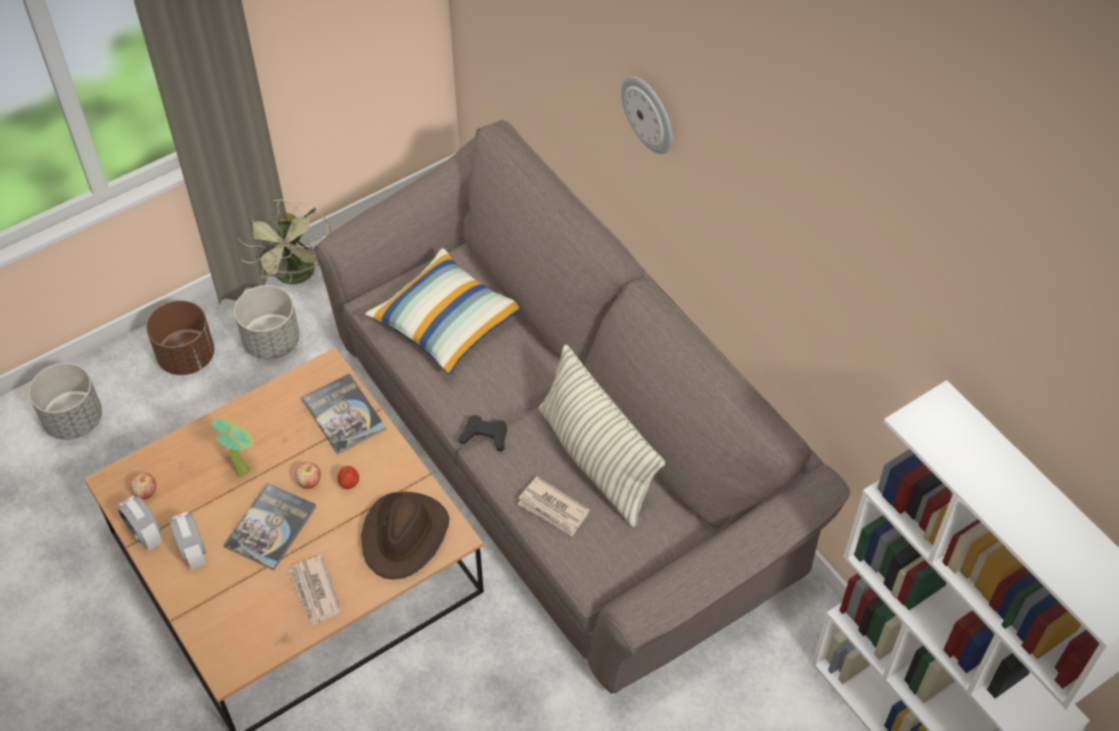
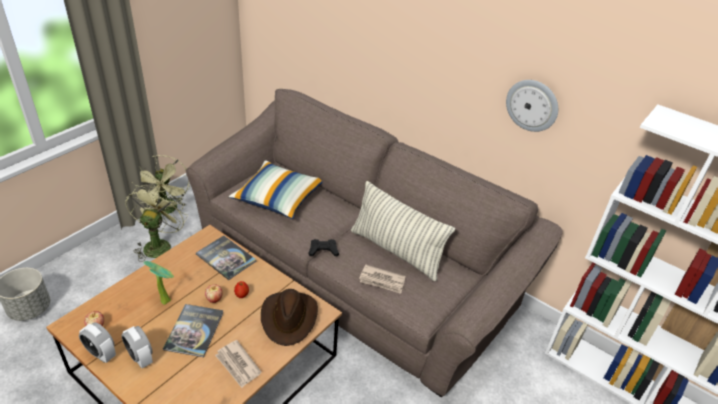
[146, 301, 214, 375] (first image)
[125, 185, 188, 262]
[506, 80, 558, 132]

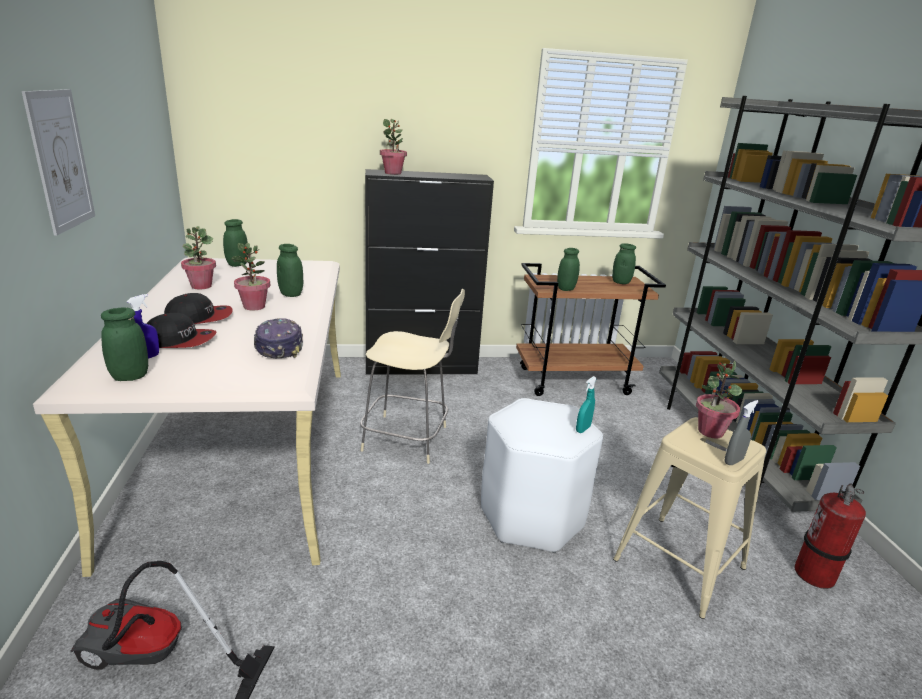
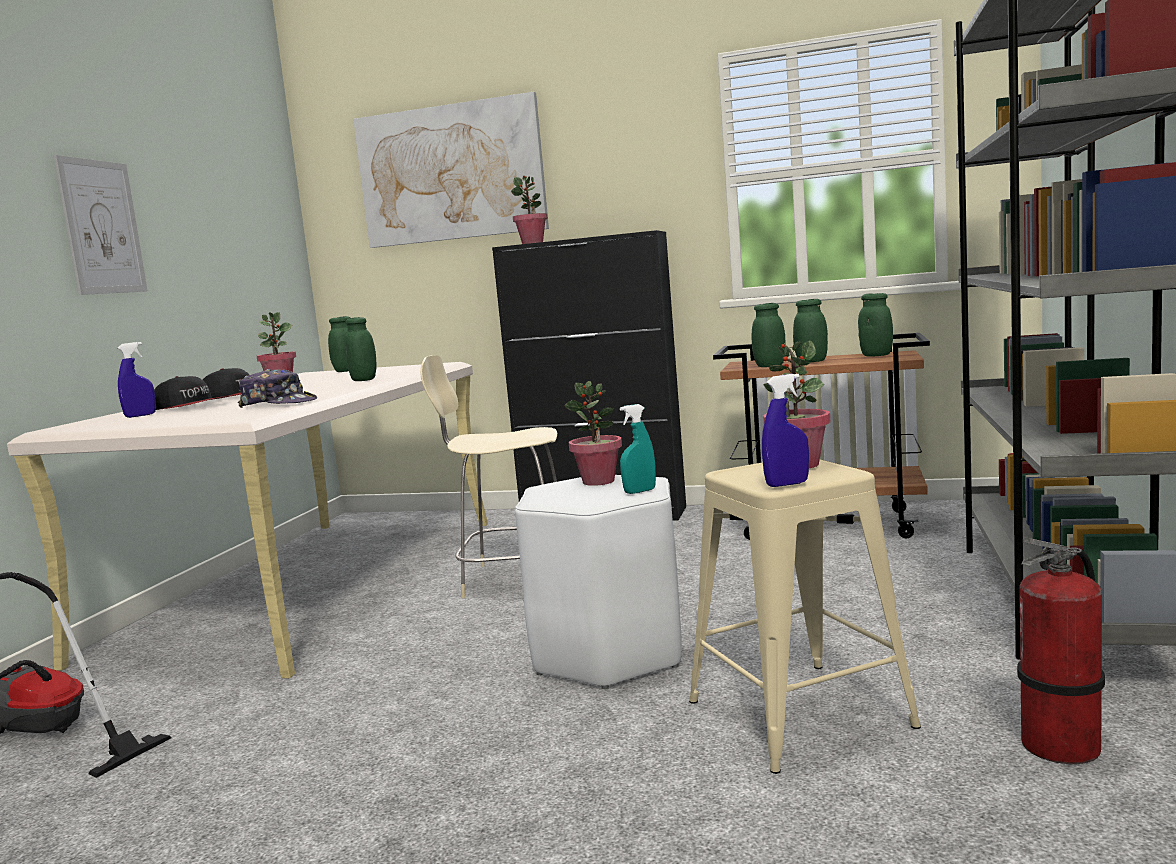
[793, 299, 828, 362]
[564, 381, 622, 486]
[238, 369, 317, 408]
[420, 355, 557, 598]
[762, 374, 809, 487]
[353, 92, 549, 248]

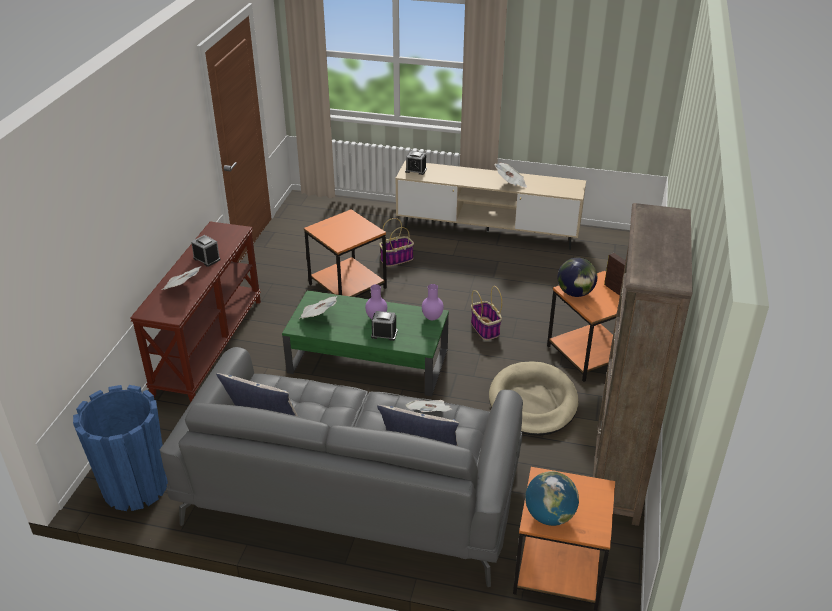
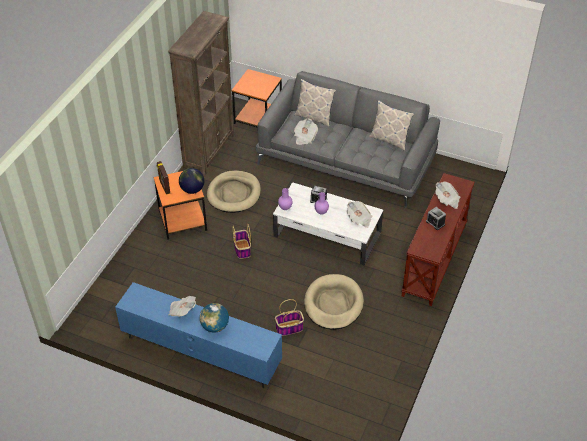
[73, 385, 168, 511] (first image)
[273, 182, 383, 266]
[304, 274, 364, 330]
[115, 282, 282, 388]
[405, 151, 427, 175] (first image)
[200, 303, 229, 333]

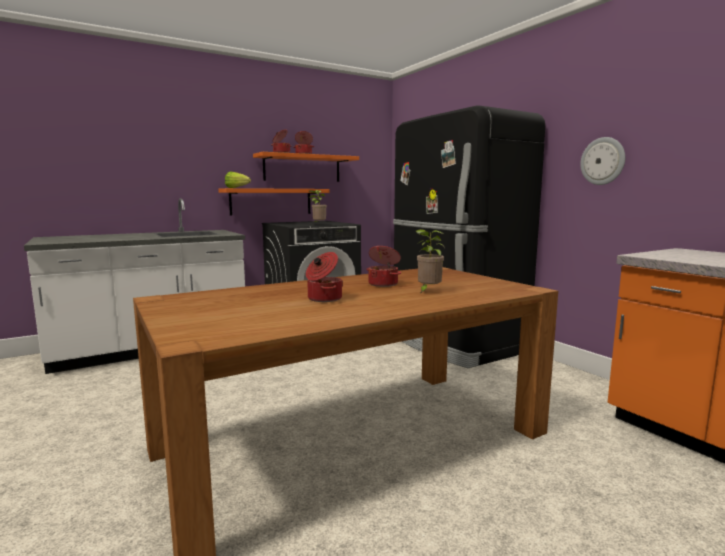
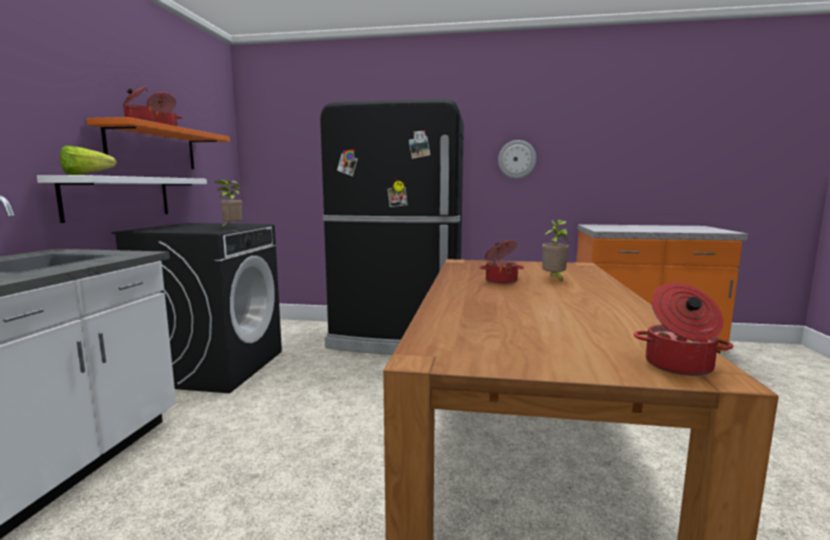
[37, 175, 207, 223]
[634, 283, 733, 376]

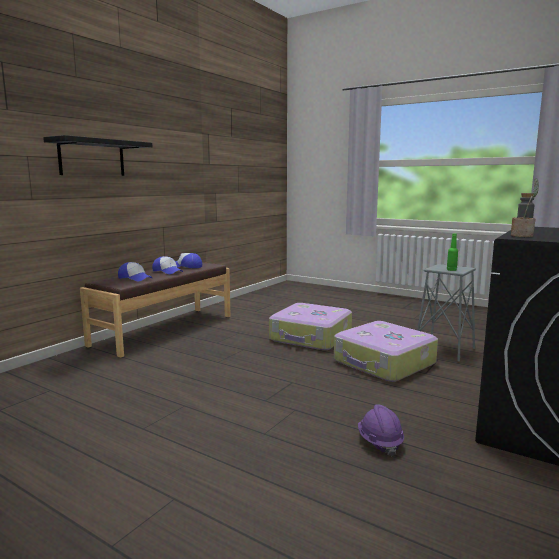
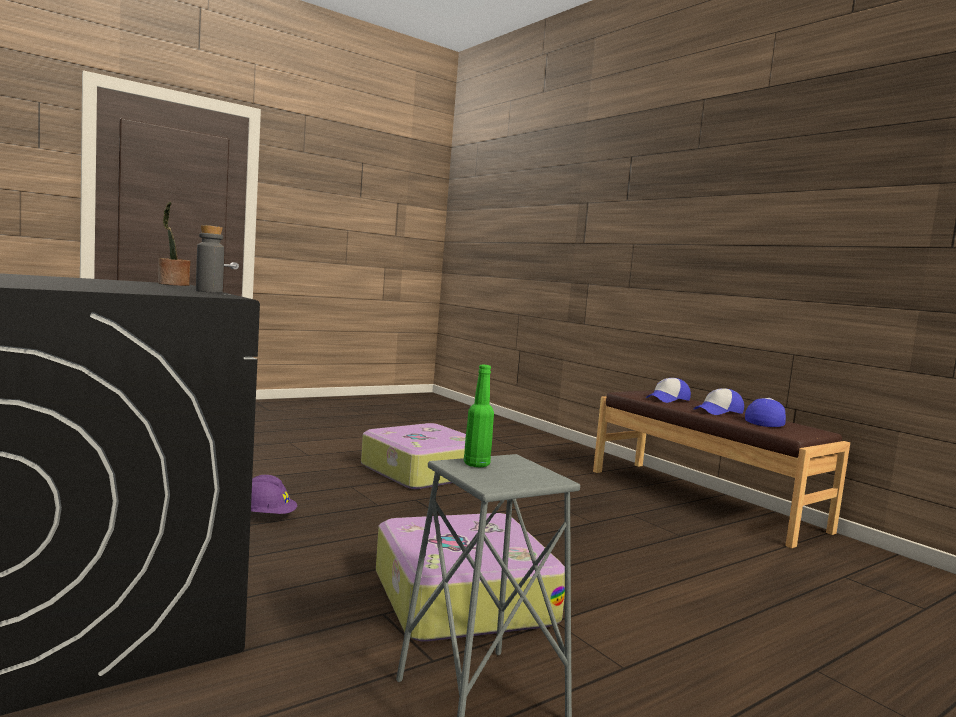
[43, 135, 153, 176] (first image)
[361, 423, 466, 489]

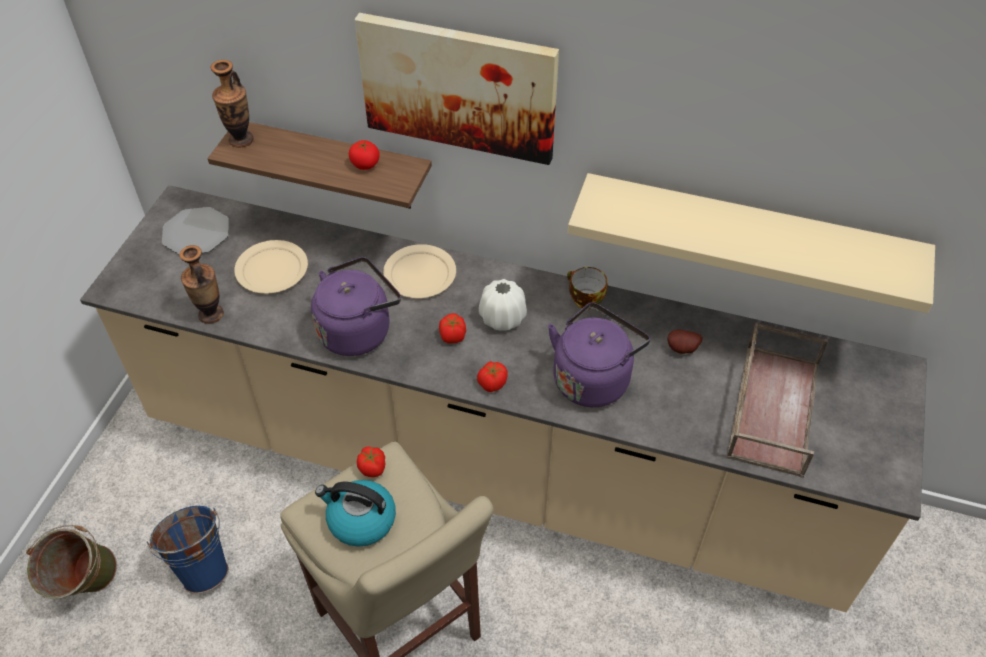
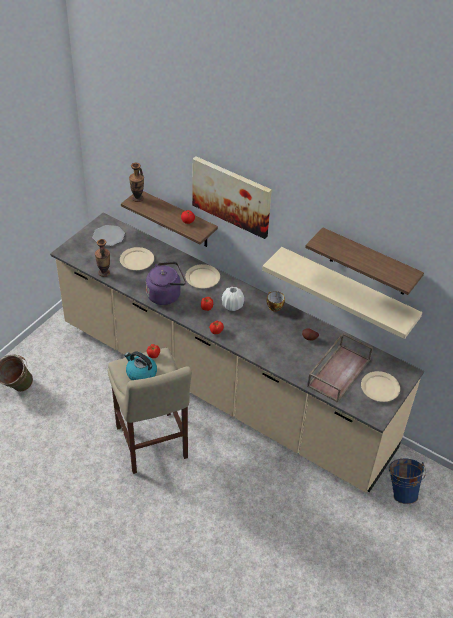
[389, 459, 426, 504]
[548, 302, 650, 407] (first image)
[305, 227, 424, 295]
[361, 371, 400, 402]

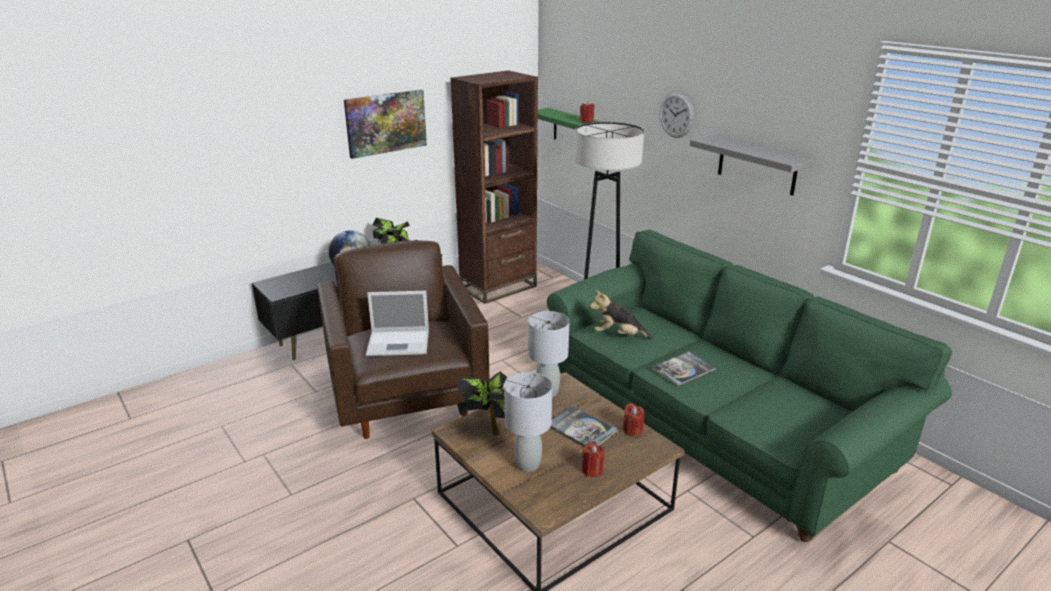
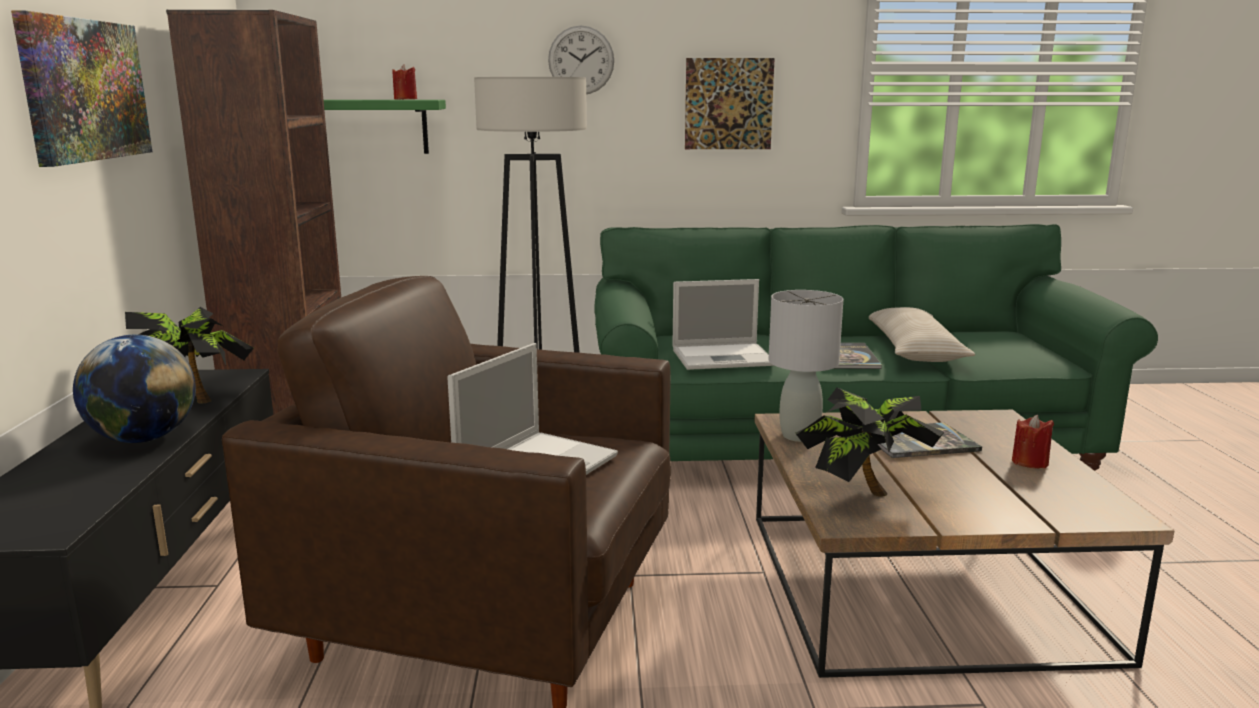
[504, 372, 552, 472] (first image)
[672, 279, 774, 370]
[623, 403, 645, 436] (first image)
[685, 58, 775, 149]
[869, 307, 975, 362]

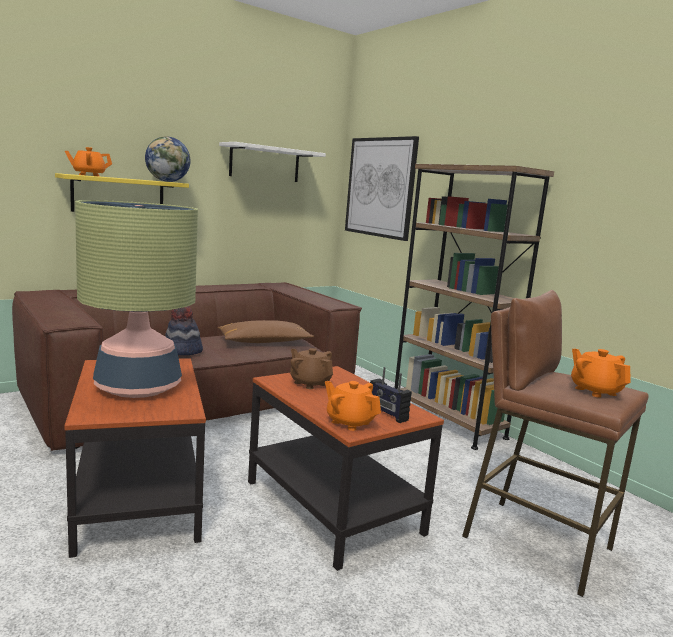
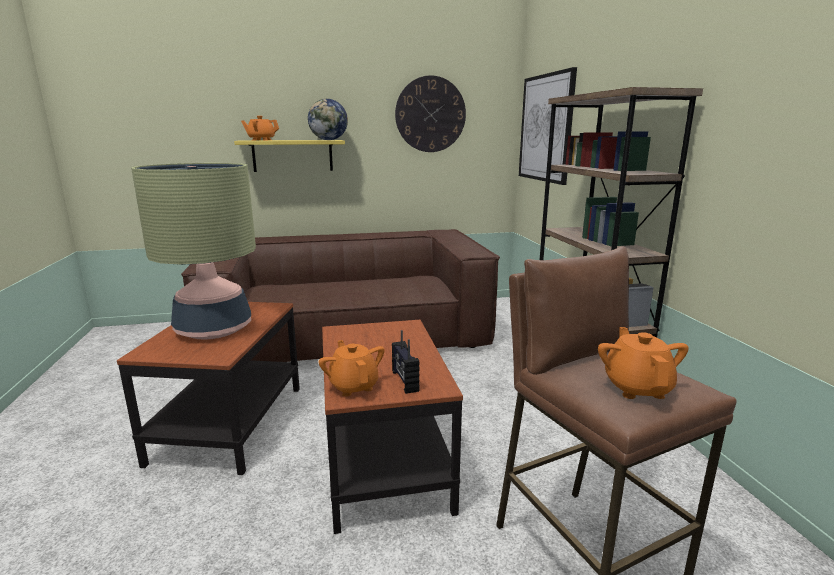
[165, 306, 203, 355] (first image)
[218, 320, 314, 343] (first image)
[395, 75, 466, 152]
[290, 348, 333, 389] (first image)

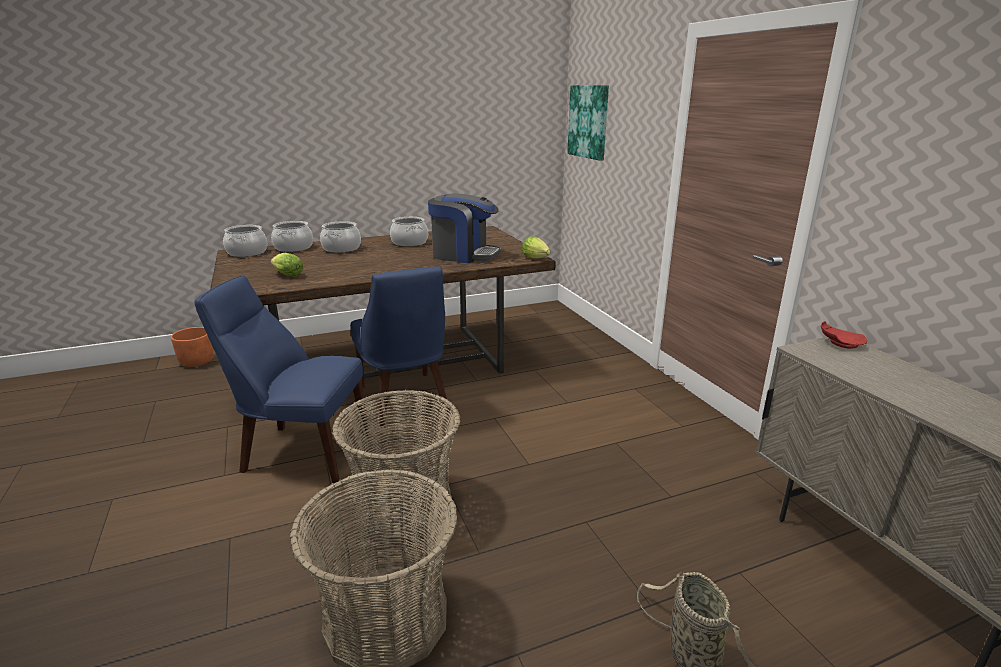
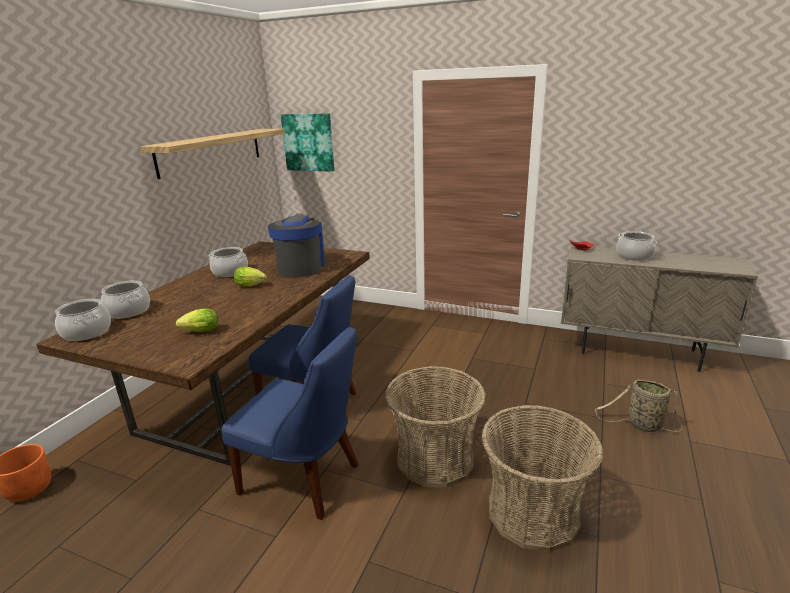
[221, 327, 359, 520]
[616, 231, 657, 261]
[268, 214, 325, 277]
[234, 267, 267, 287]
[140, 129, 285, 179]

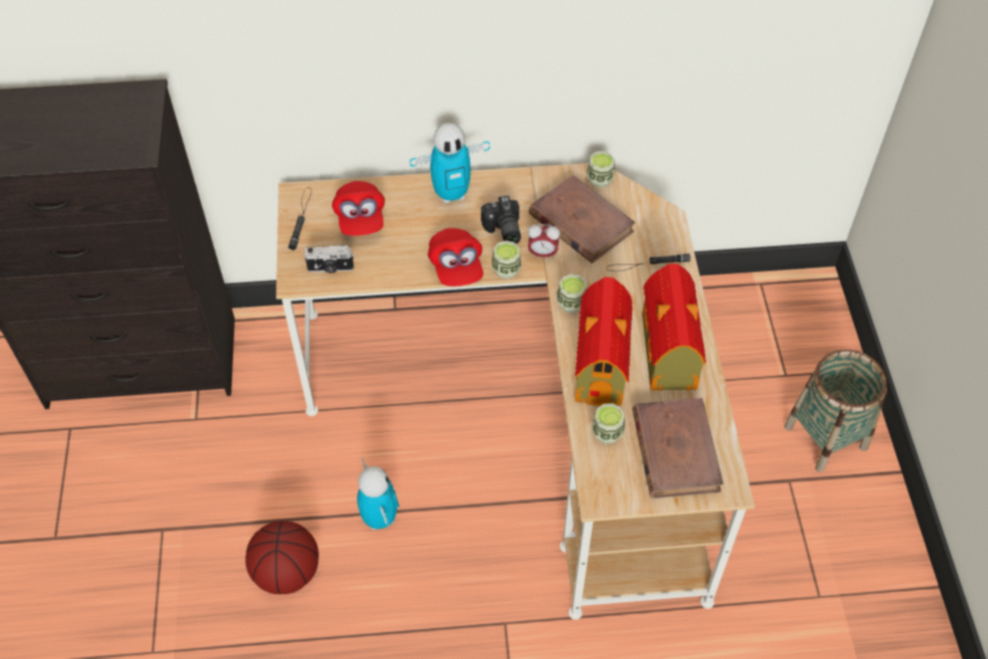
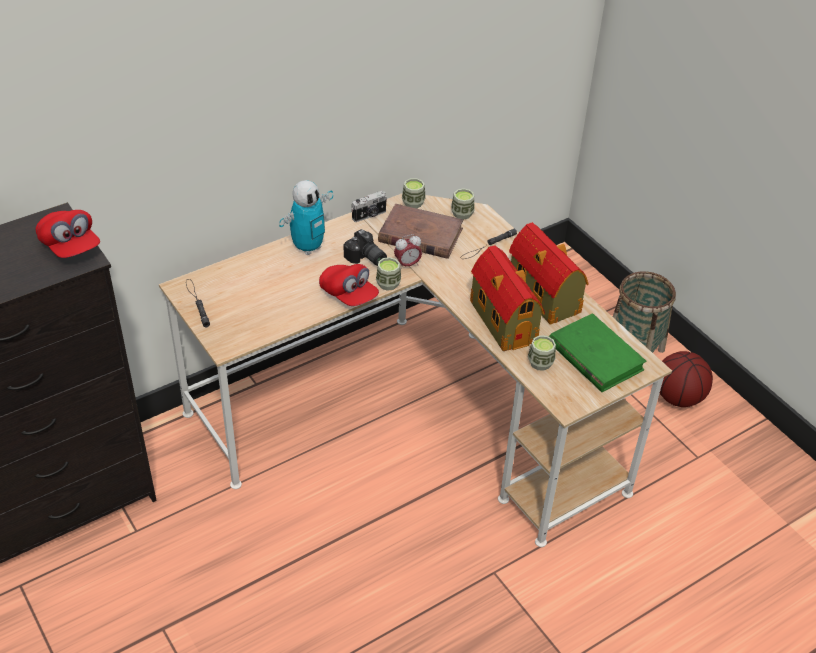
[660, 351, 713, 407]
[351, 191, 387, 222]
[36, 210, 100, 258]
[357, 458, 399, 530] (first image)
[451, 188, 475, 219]
[549, 313, 647, 392]

